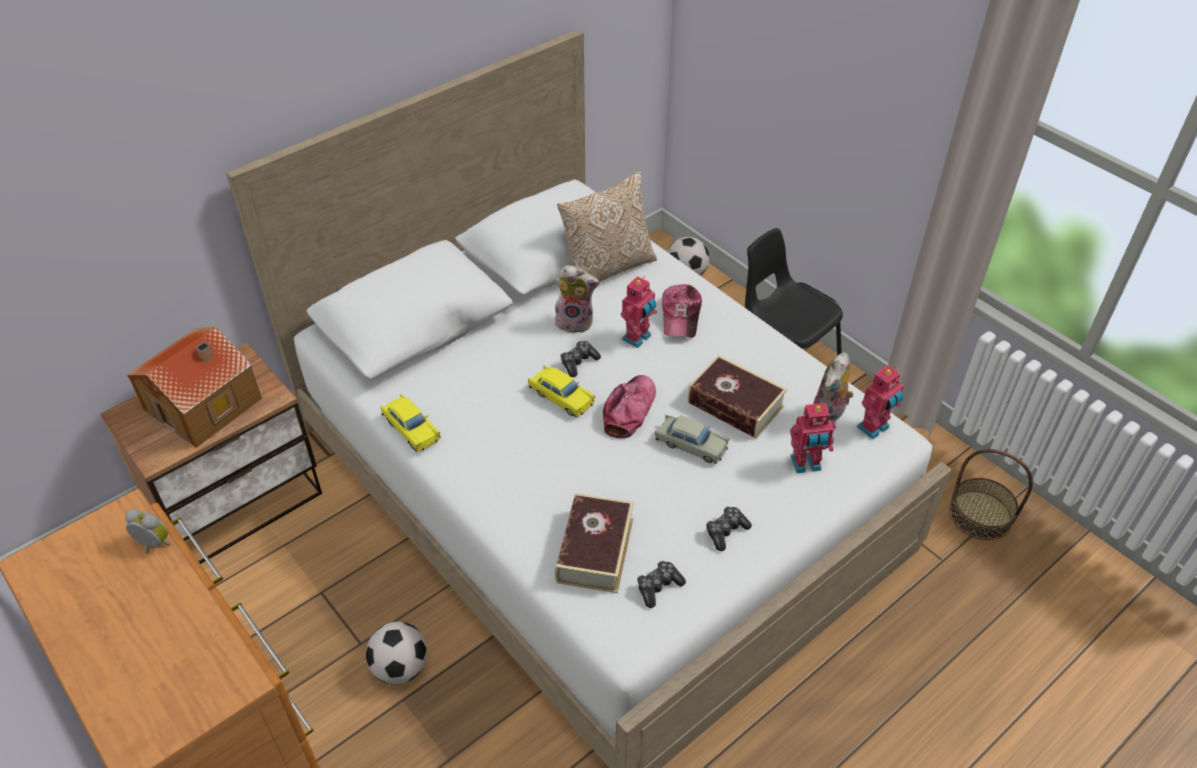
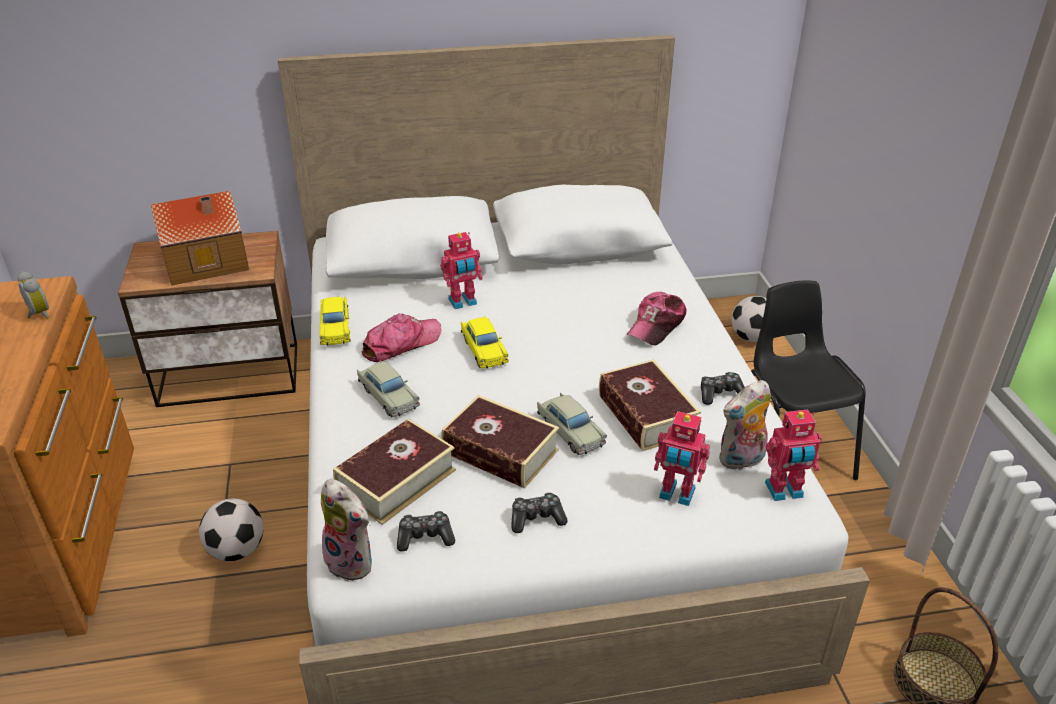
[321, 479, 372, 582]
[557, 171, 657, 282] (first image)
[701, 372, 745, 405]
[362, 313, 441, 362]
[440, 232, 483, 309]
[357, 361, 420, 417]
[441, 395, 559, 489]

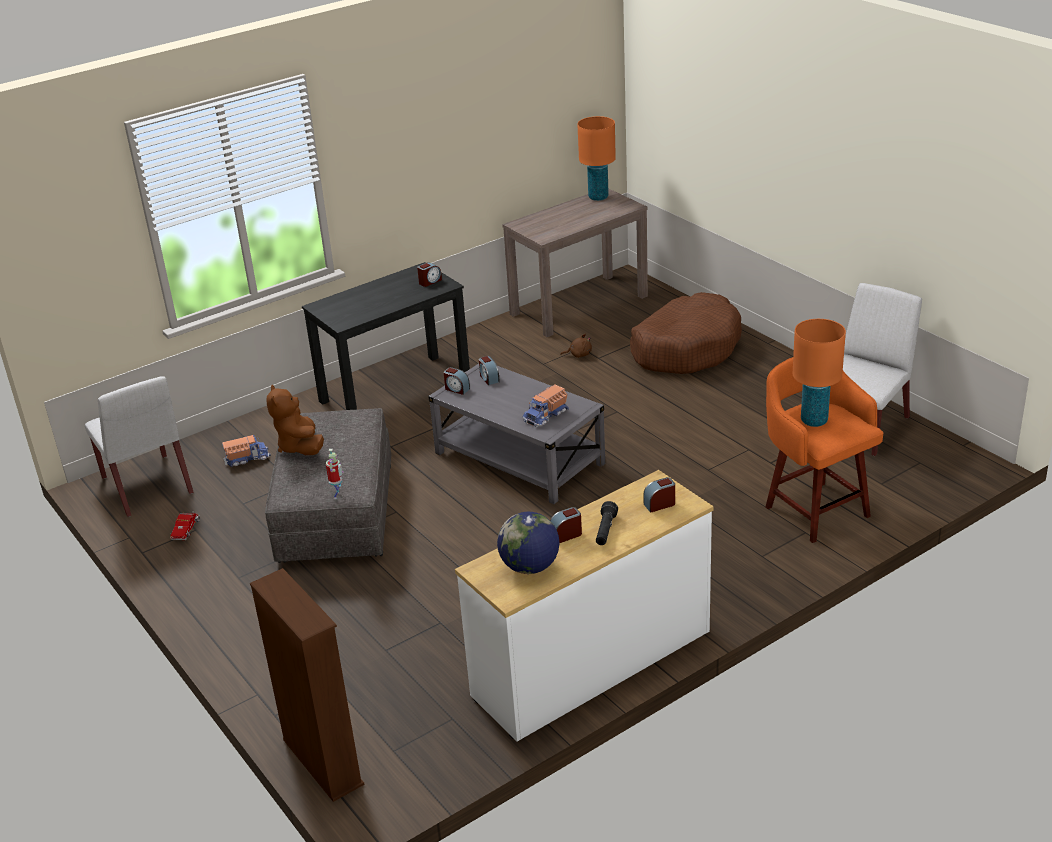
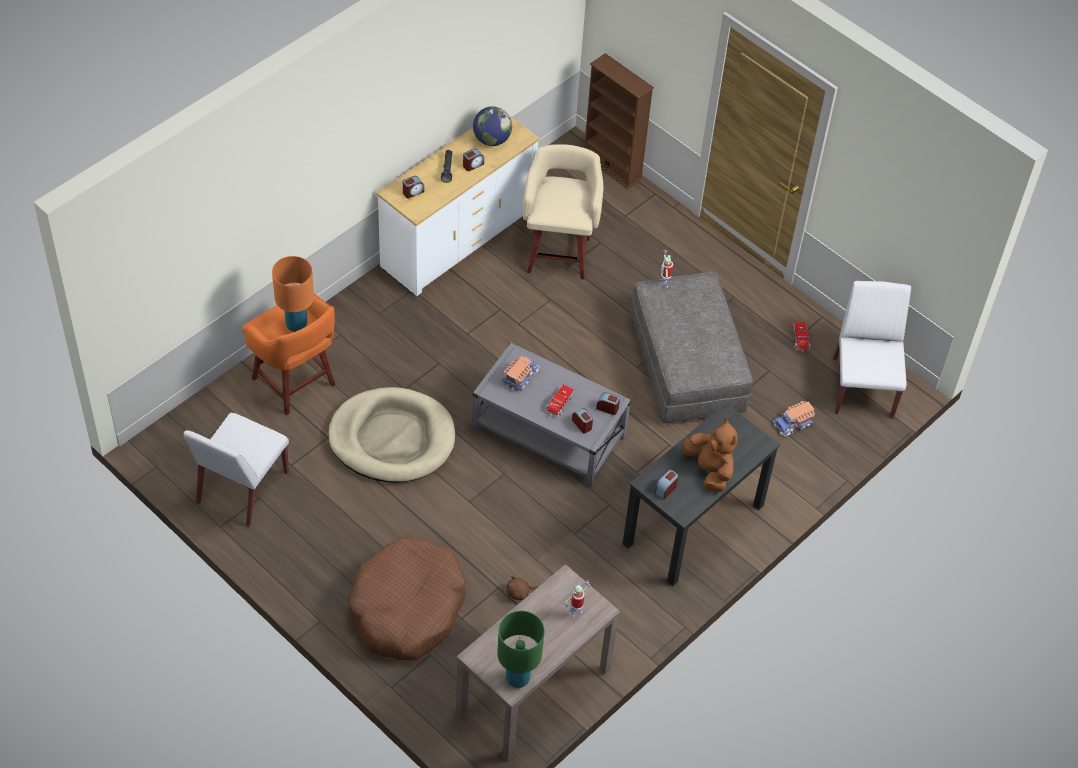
[833, 281, 911, 418]
[683, 419, 738, 492]
[497, 611, 544, 688]
[328, 387, 455, 483]
[523, 144, 603, 280]
[546, 385, 574, 416]
[564, 580, 590, 617]

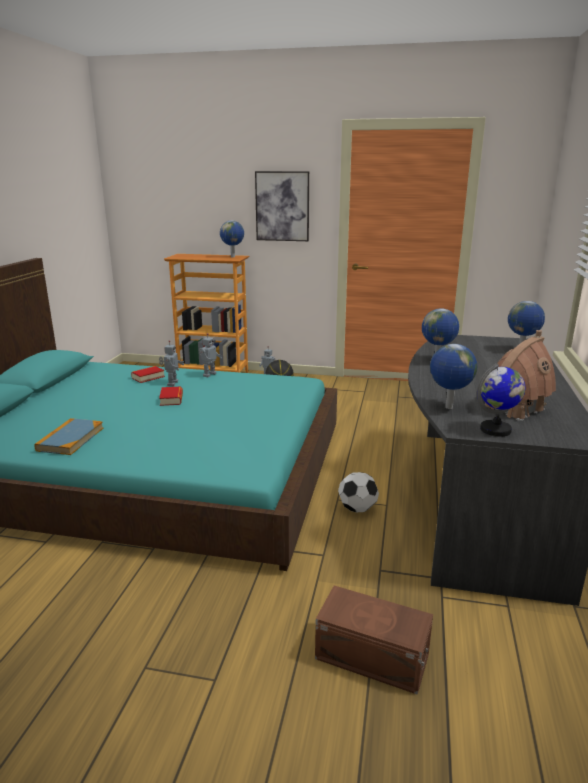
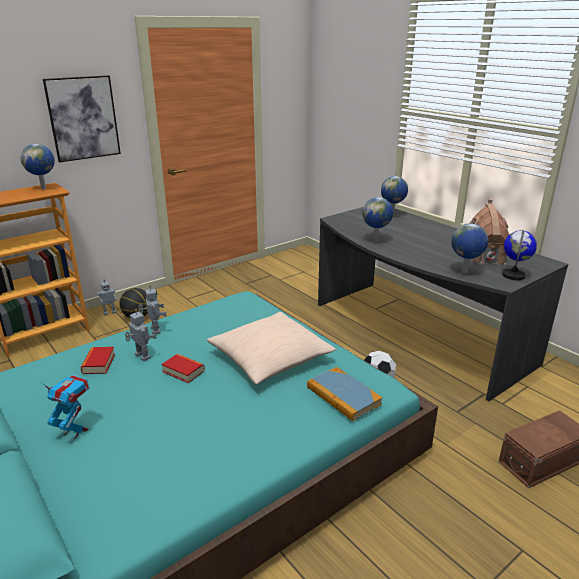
[307, 367, 383, 421]
[41, 375, 90, 439]
[207, 312, 336, 384]

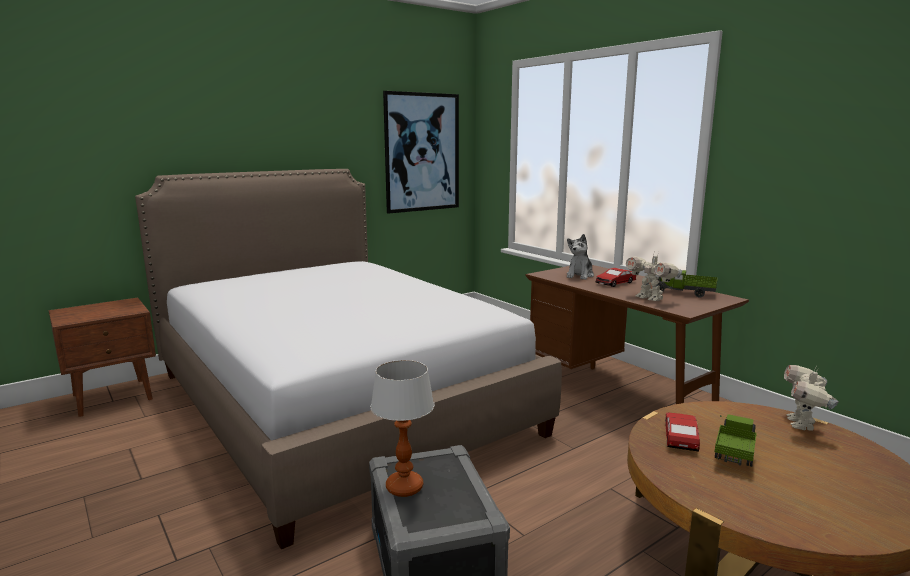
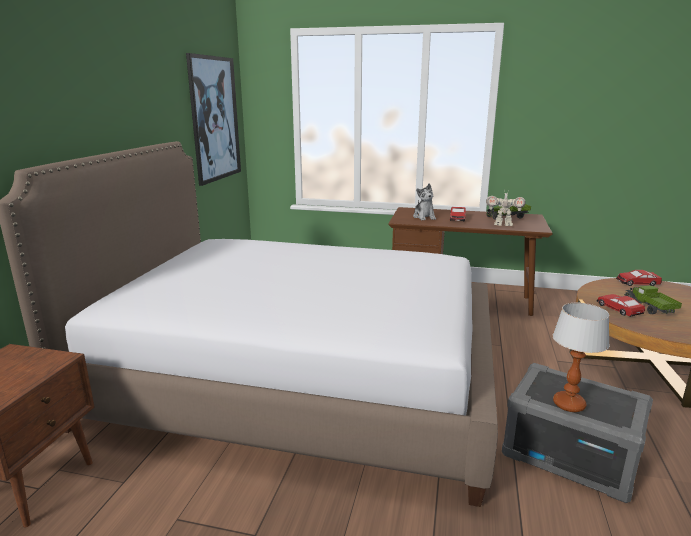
[616, 270, 662, 286]

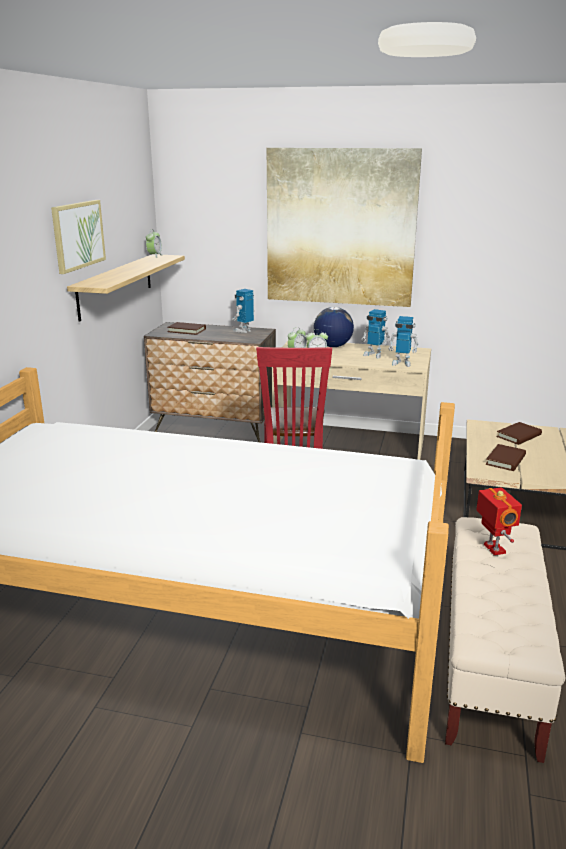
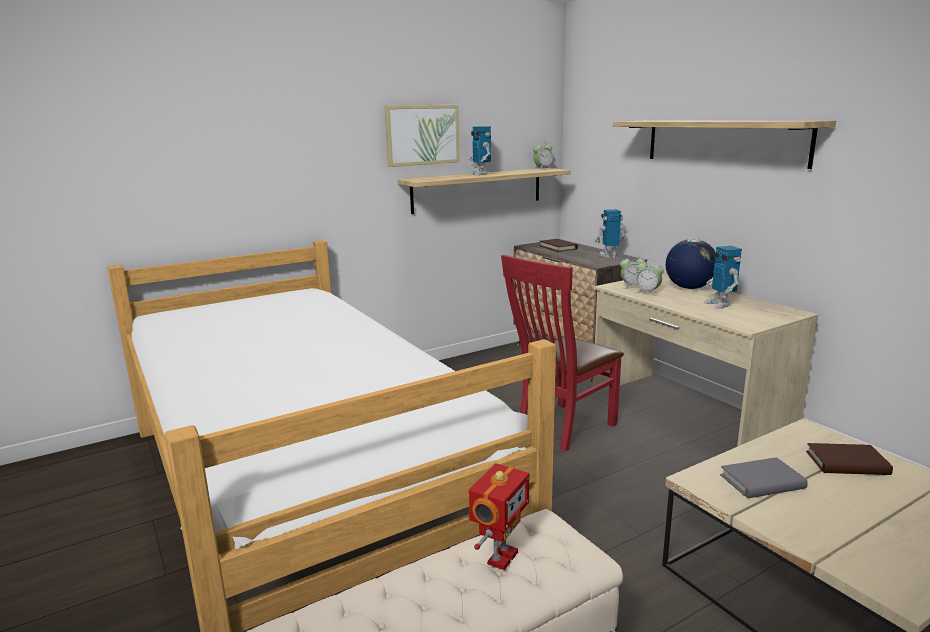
[613, 121, 836, 169]
[468, 126, 491, 176]
[720, 457, 808, 498]

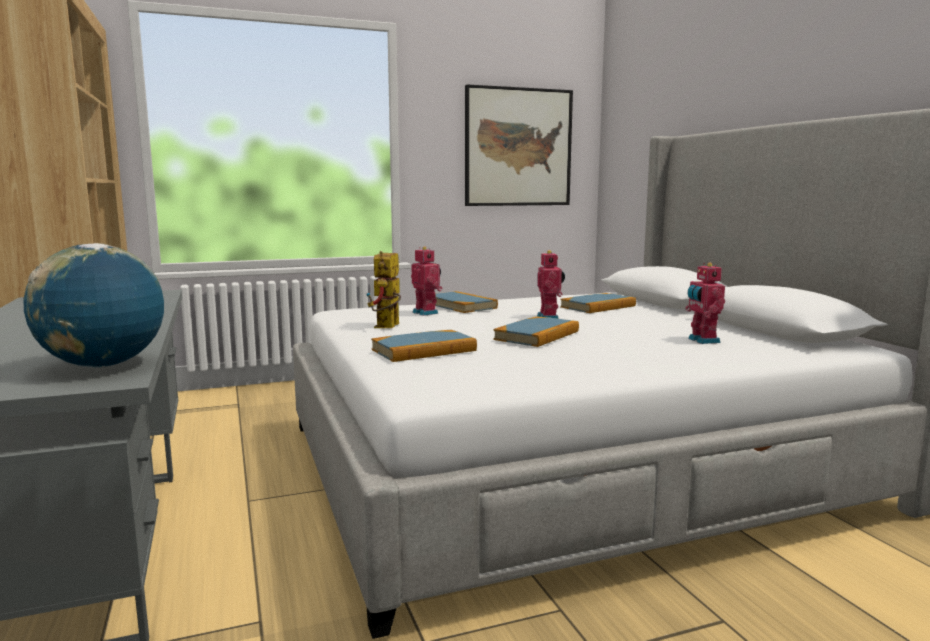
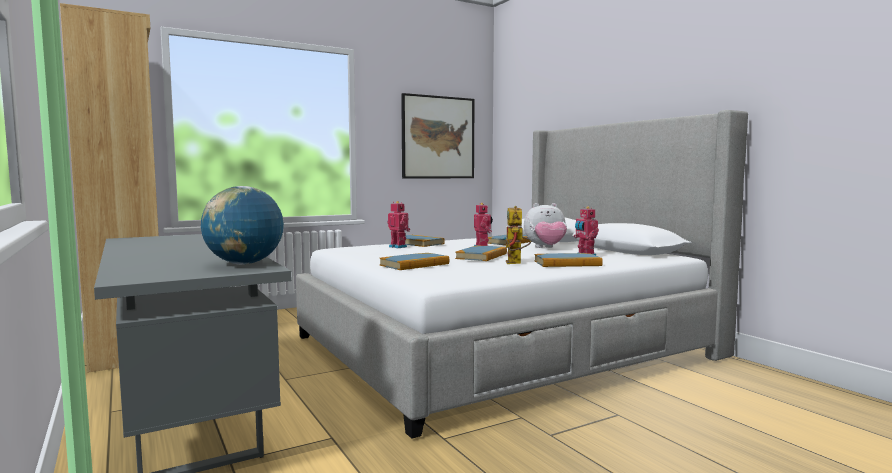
[503, 206, 531, 264]
[524, 203, 567, 248]
[534, 253, 603, 267]

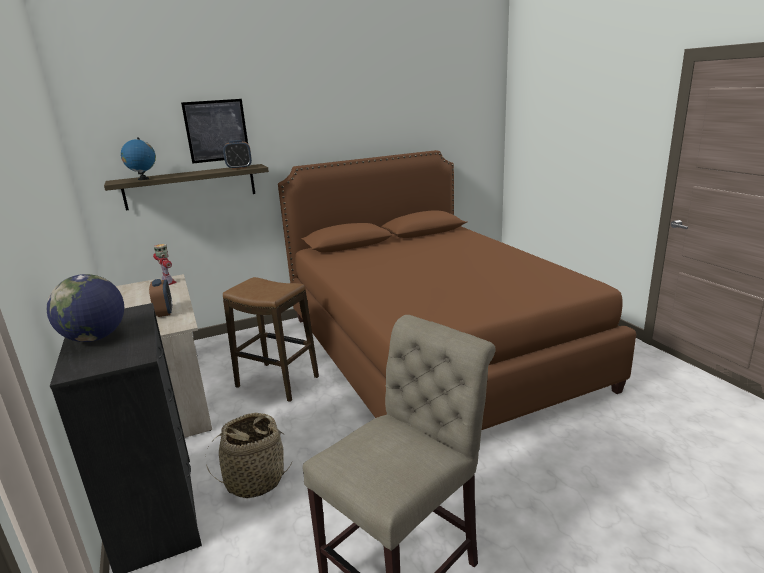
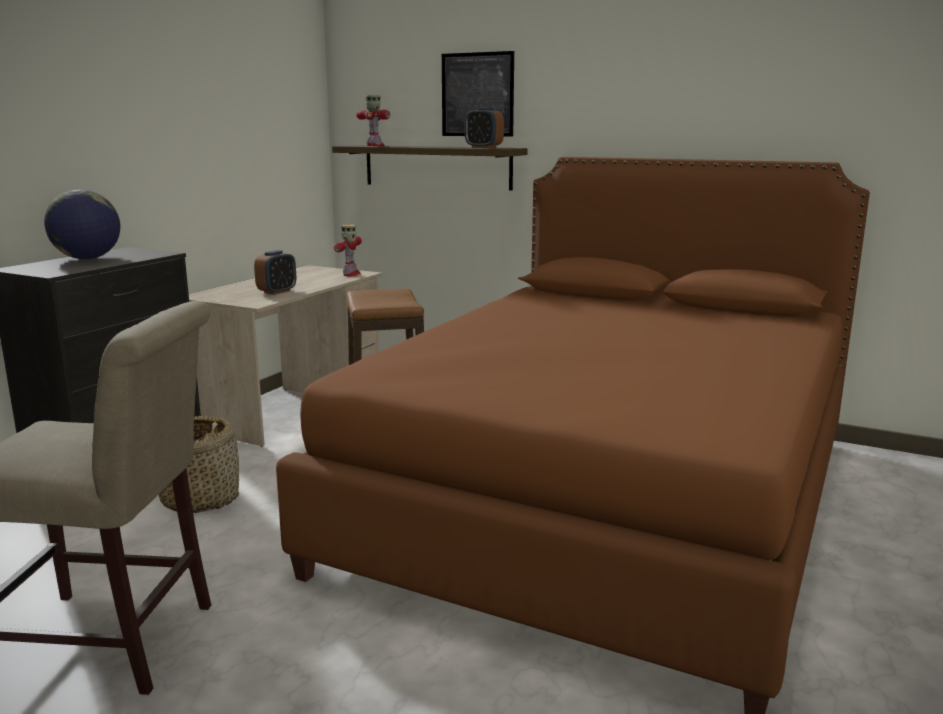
[356, 95, 390, 146]

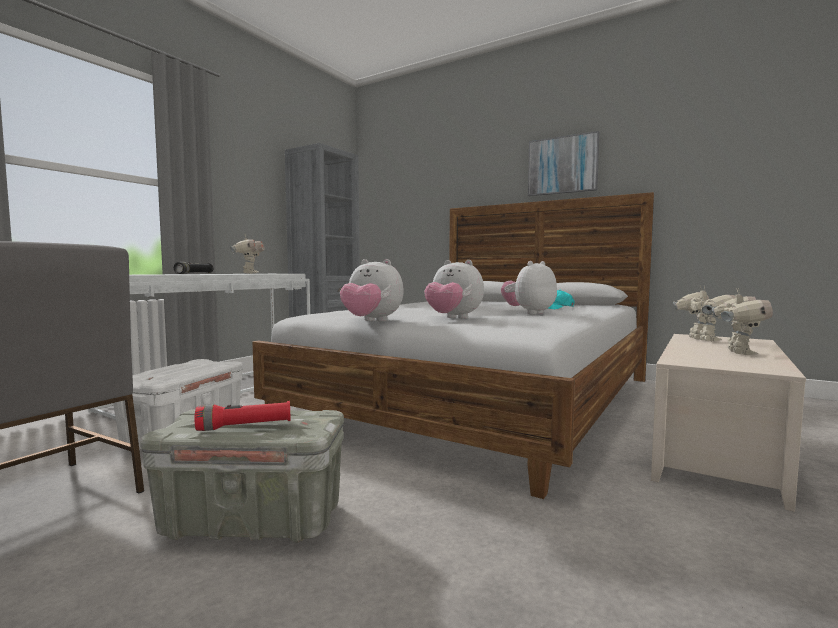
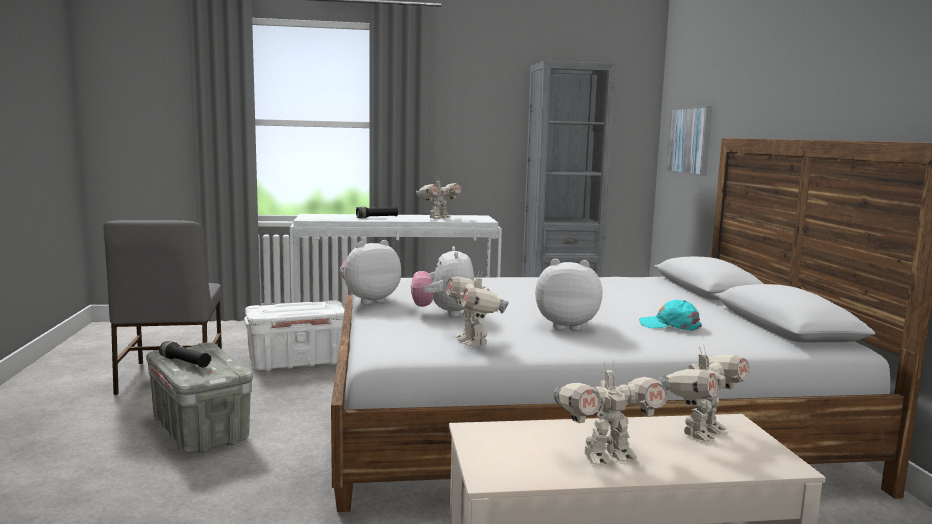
[159, 341, 211, 368]
[340, 240, 401, 304]
[666, 106, 712, 176]
[446, 270, 508, 346]

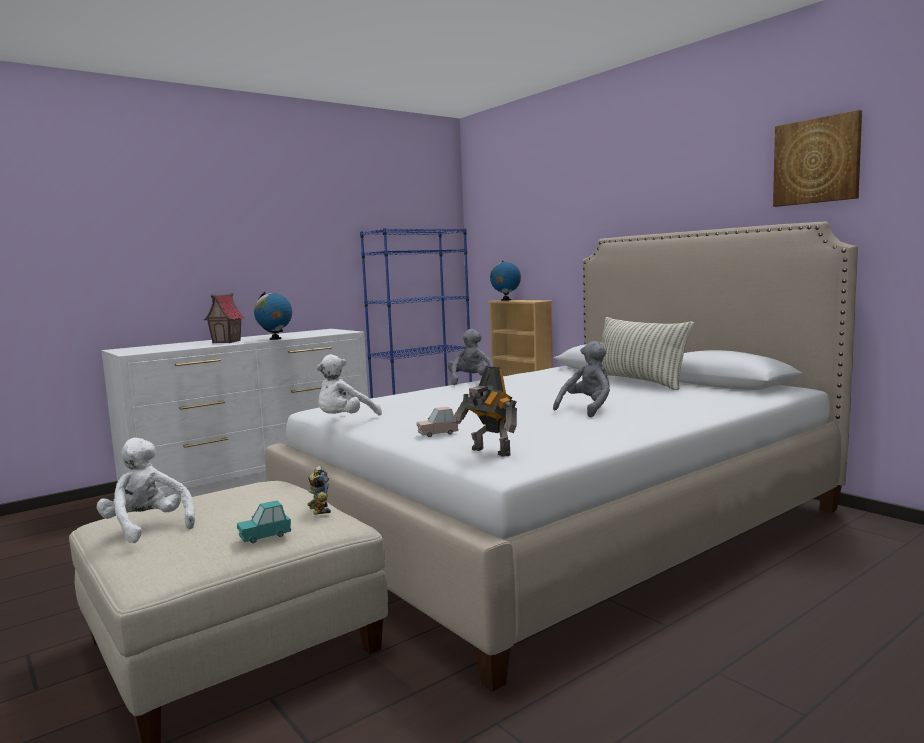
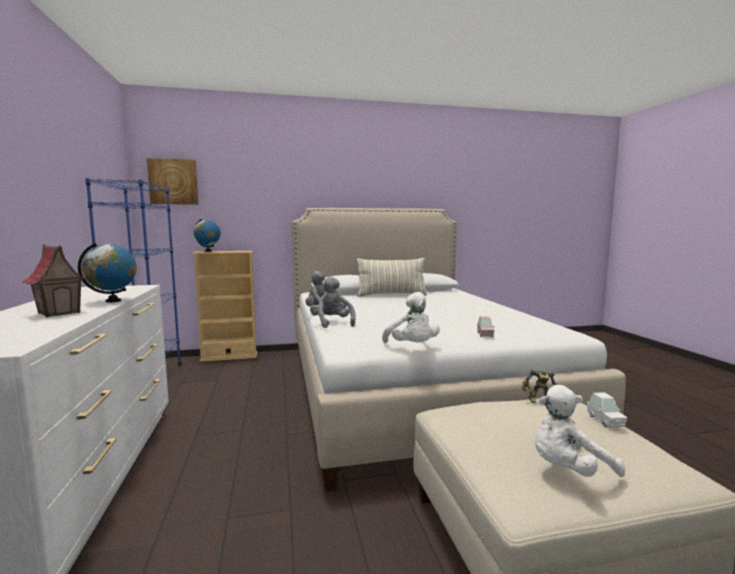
[587, 392, 627, 427]
[453, 366, 517, 457] (first image)
[310, 276, 356, 328]
[147, 158, 198, 204]

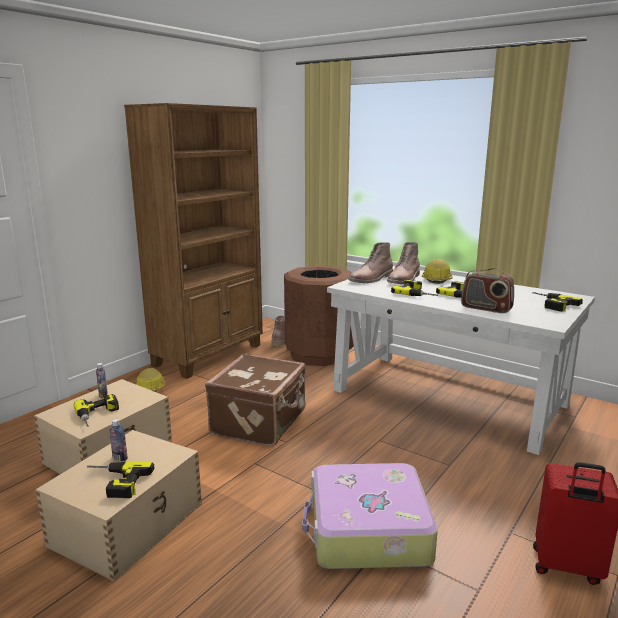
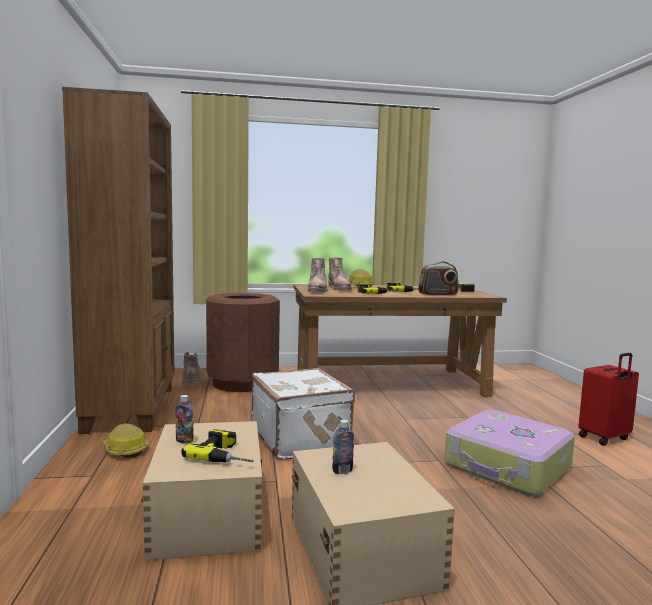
[87, 461, 155, 498] (first image)
[251, 368, 355, 459]
[294, 284, 507, 397]

